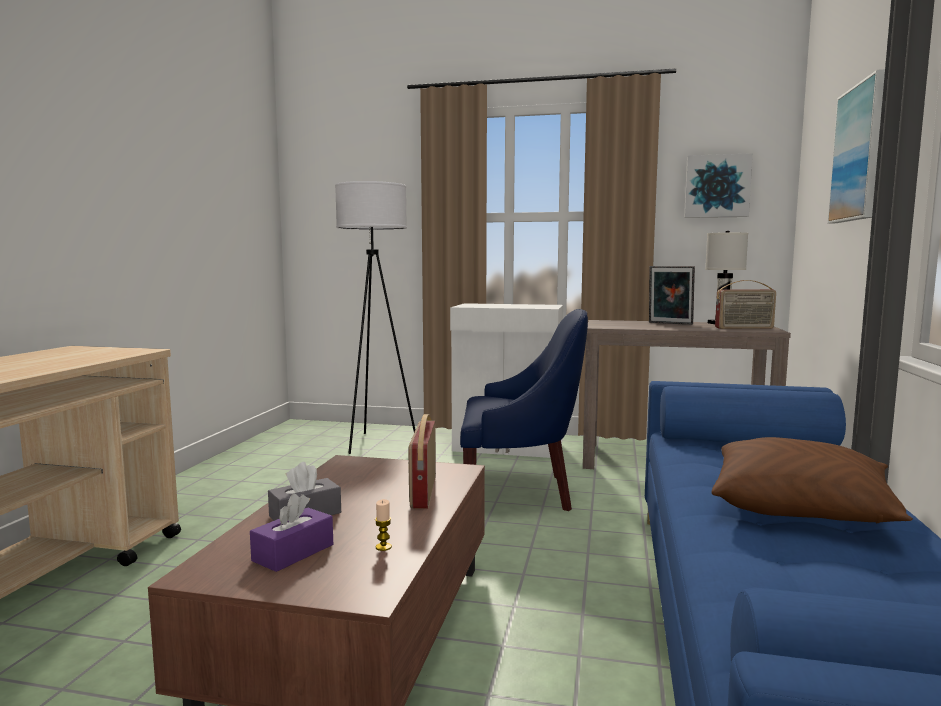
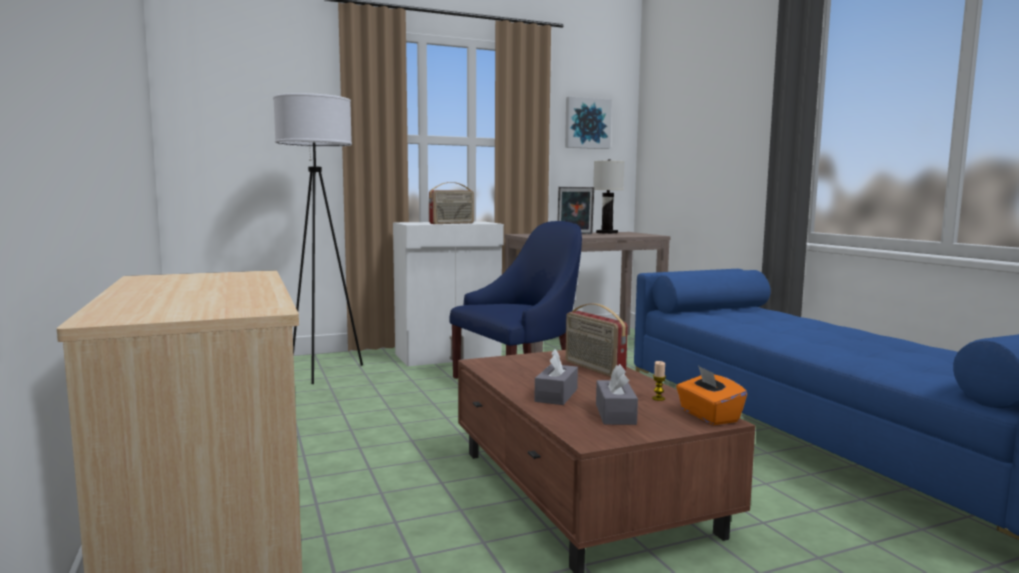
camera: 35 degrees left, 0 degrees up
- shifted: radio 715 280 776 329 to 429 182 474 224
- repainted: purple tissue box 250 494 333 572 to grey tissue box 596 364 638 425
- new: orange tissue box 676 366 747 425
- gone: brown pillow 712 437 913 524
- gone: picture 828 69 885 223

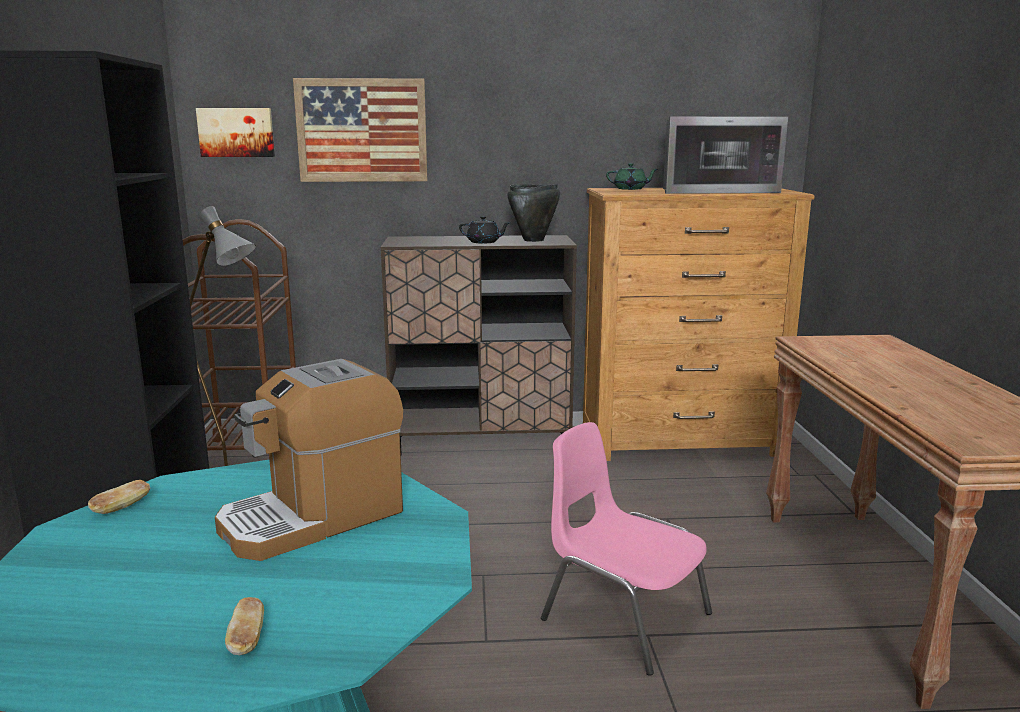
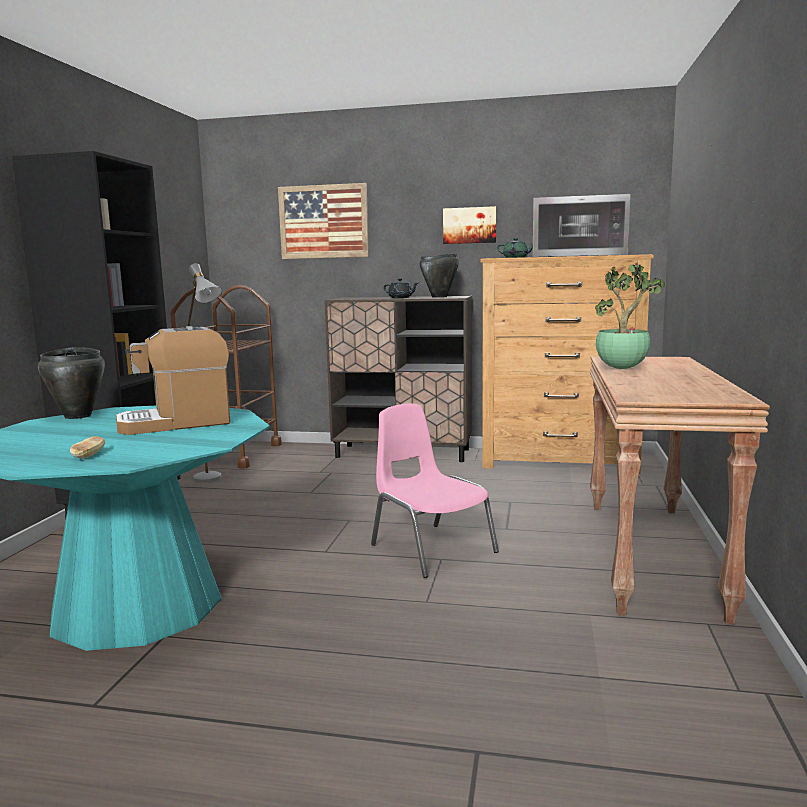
camera: 15 degrees right, 5 degrees down
- swapped: bread 88 480 150 514 to black cooking pot 38 347 105 419
- shifted: picture 196 108 275 157 to 443 206 496 244
- new: potted plant 595 264 665 369

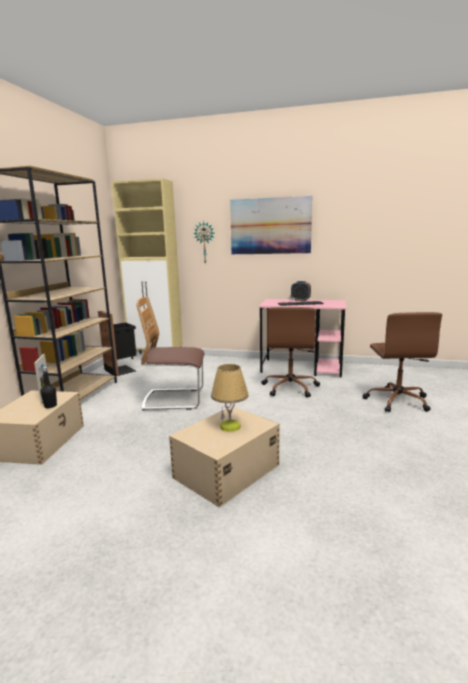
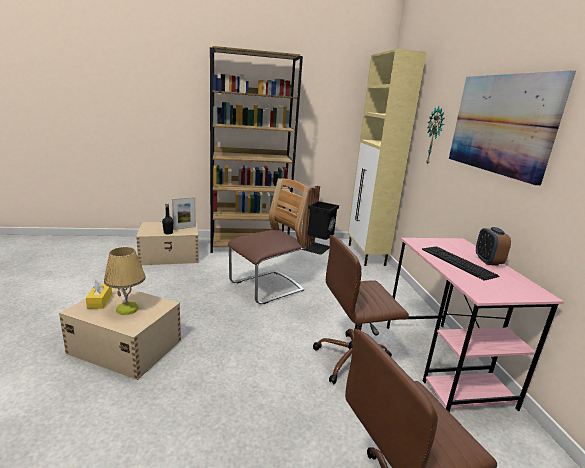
camera: 65 degrees right, 5 degrees up
- new: yellow tissue box 86 280 112 309
- rotated: chair 136 297 204 411 = 228 178 309 304 75 degrees clockwise

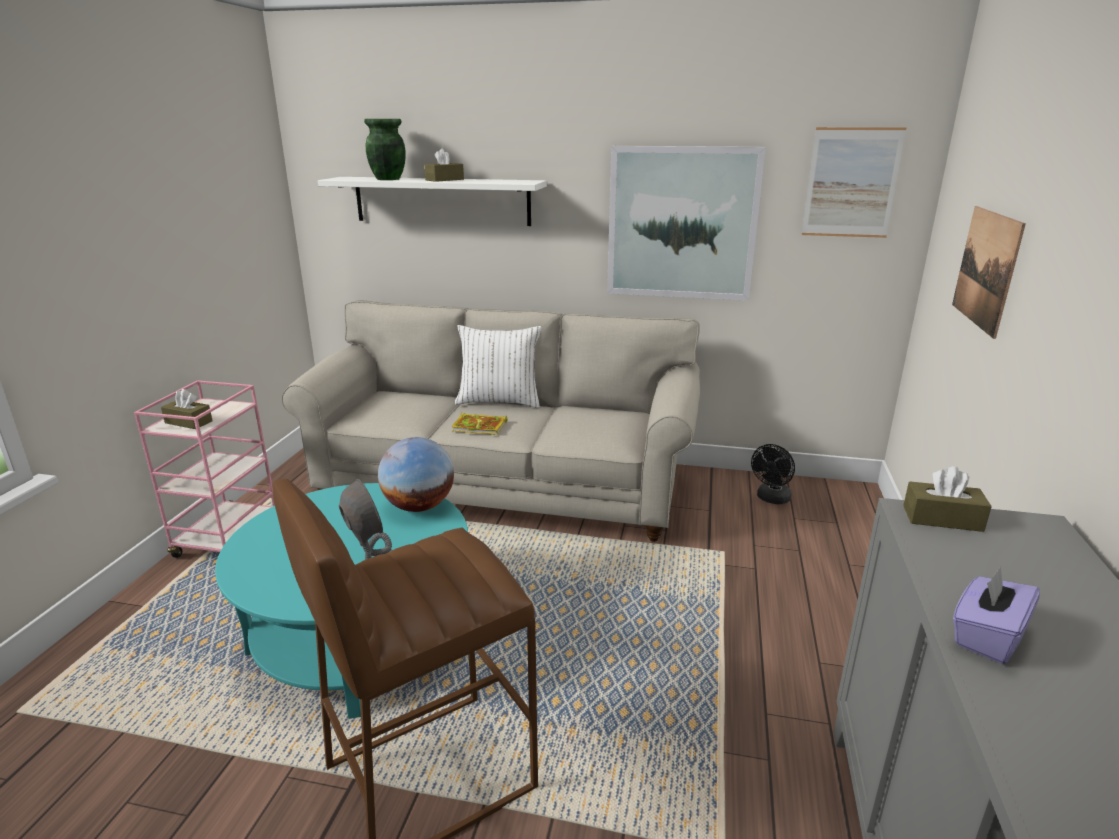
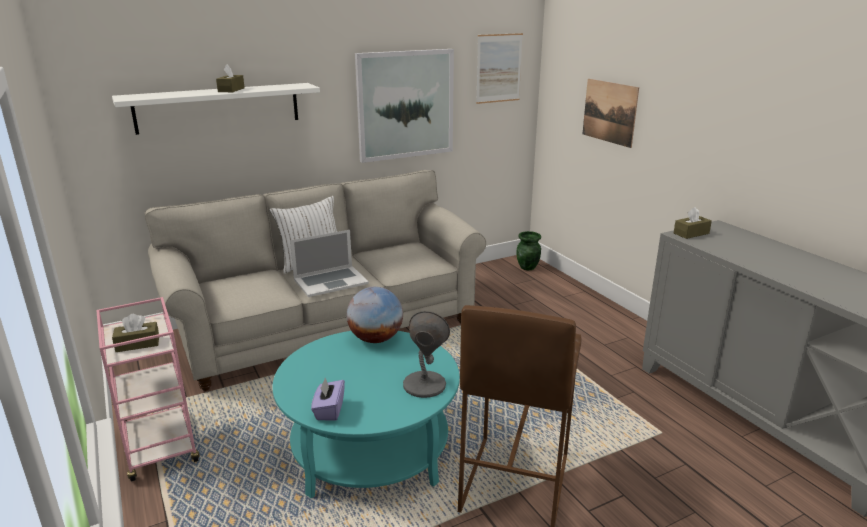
camera: 40 degrees left, 0 degrees up
- swapped: book 452 413 507 435 to laptop 290 230 369 297
- shifted: purple tissue box 953 566 1040 664 to 311 378 345 421
- shifted: green vase 364 119 406 180 to 516 231 541 270
- gone: black fan 751 444 795 504

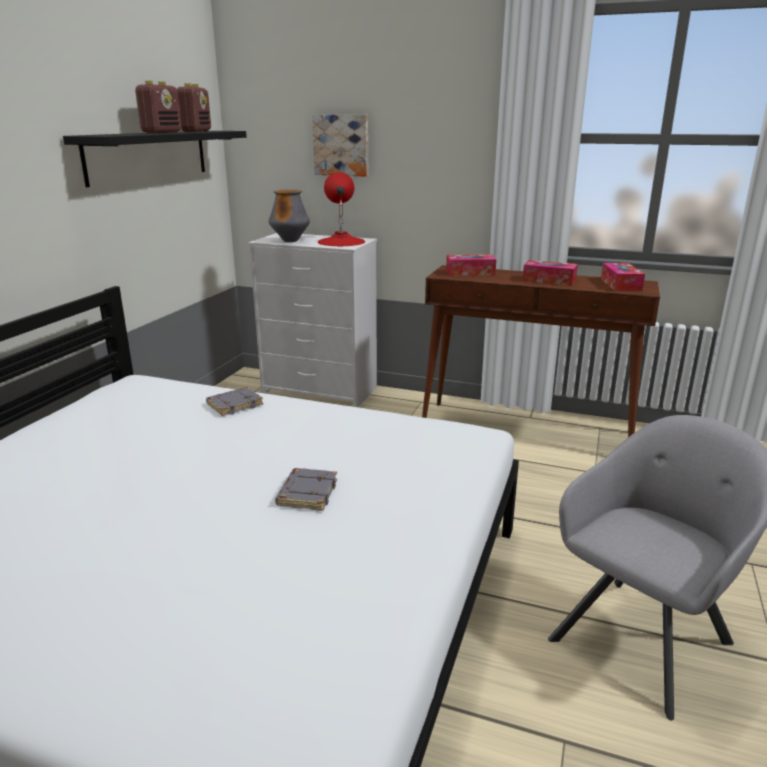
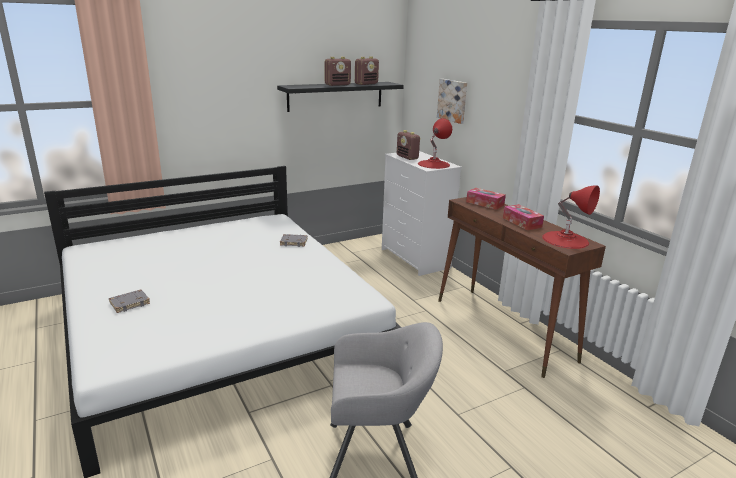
camera: 40 degrees right, 0 degrees up
- shifted: grey book 275 468 337 511 to 109 290 150 313
- swapped: vase 268 189 310 242 to radio 397 130 421 160
- swapped: tissue box 601 263 645 291 to red table lamp 542 186 600 249

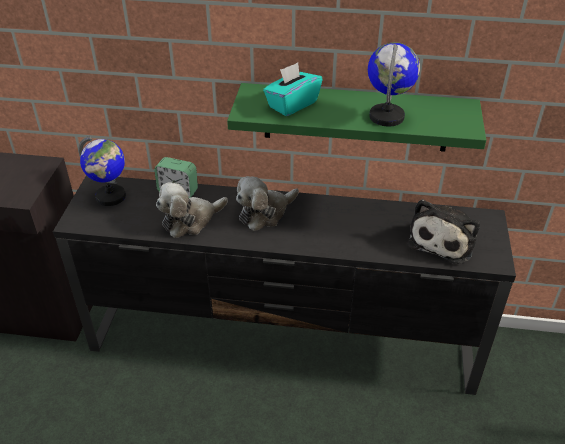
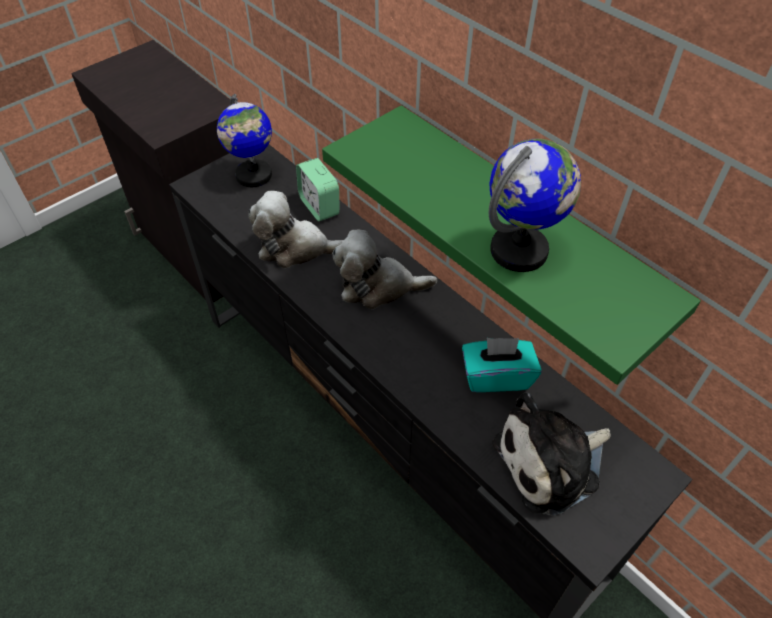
camera: 40 degrees right, 10 degrees up
- shifted: turquoise tissue box 263 62 323 116 to 462 338 542 392

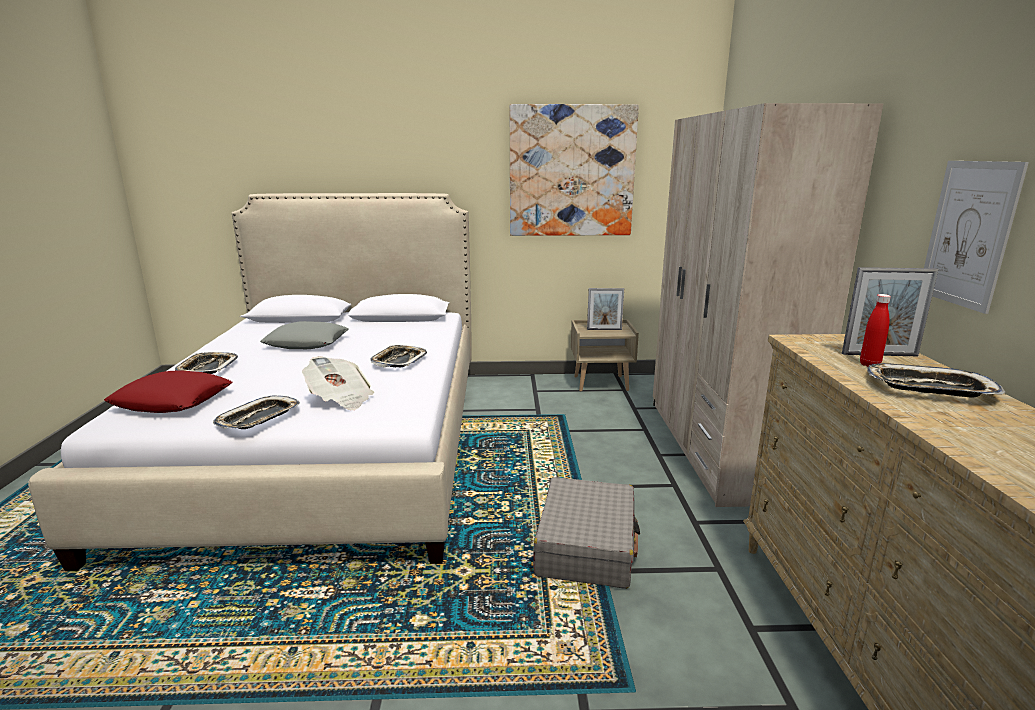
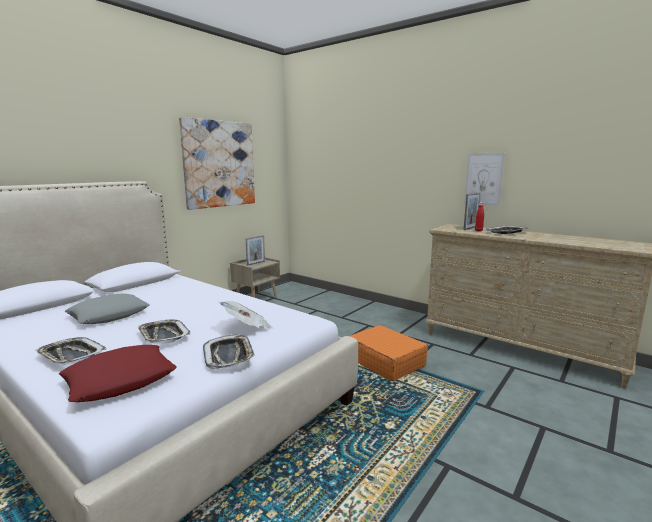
camera: 50 degrees left, 5 degrees down
- shifted: tray 370 345 427 368 to 137 320 191 344
- repainted: grey suitcase 533 477 640 589 to orange suitcase 350 325 428 381
- gone: beige wardrobe 653 103 883 507

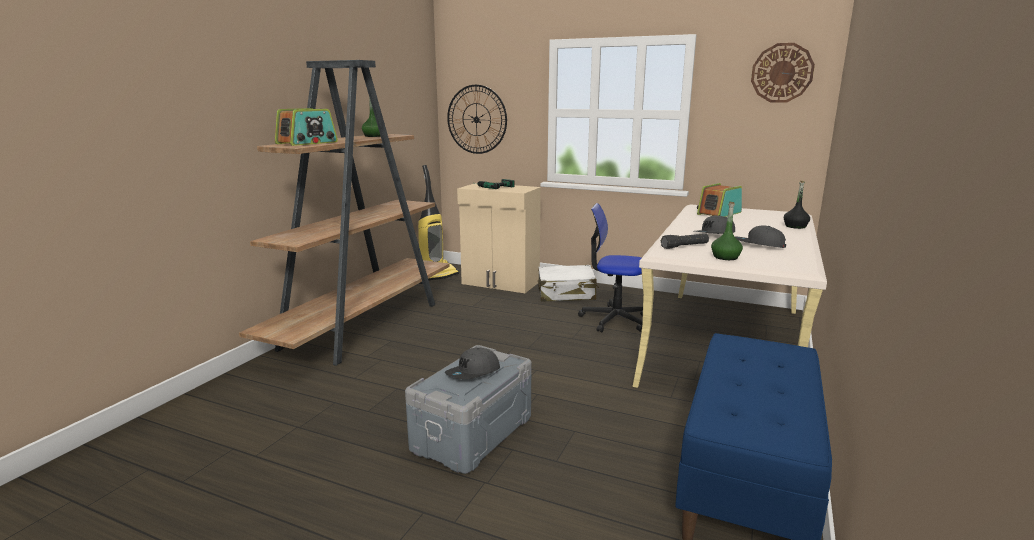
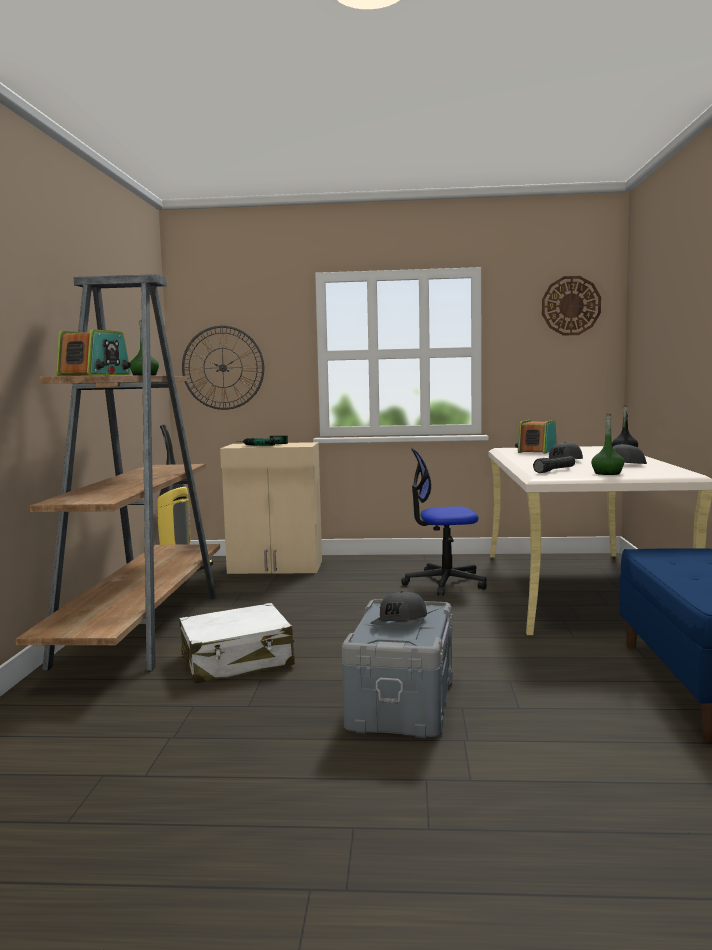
camera: 20 degrees left, 10 degrees down
- shifted: white suitcase 538 265 599 302 to 179 603 295 684

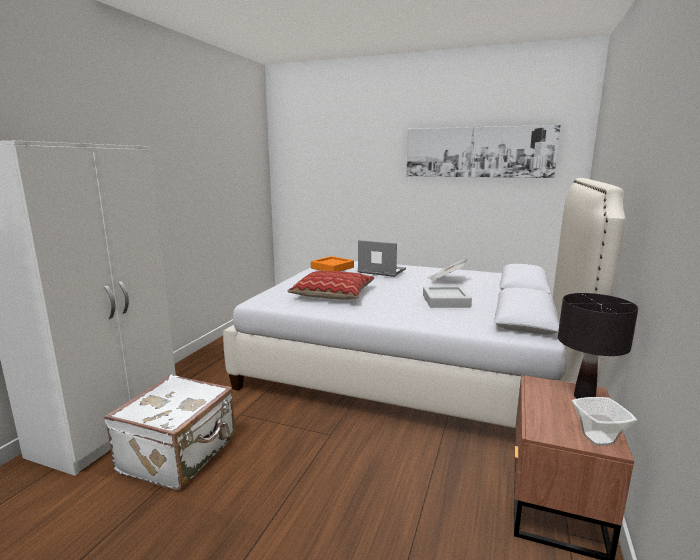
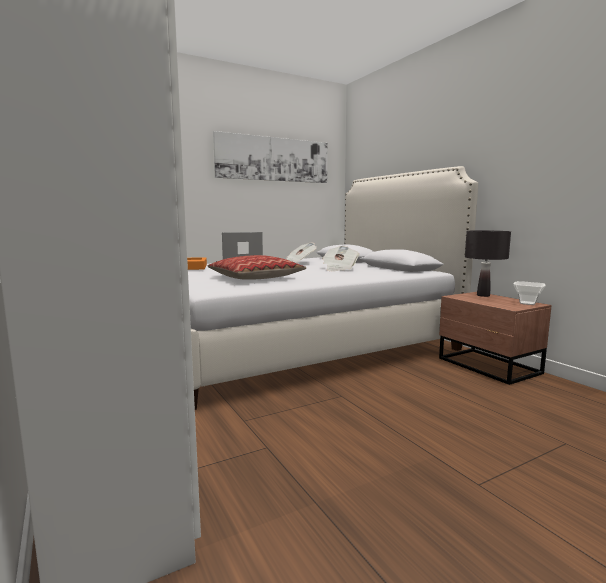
camera: 50 degrees left, 5 degrees down
- swapped: grey tray 423 286 472 308 to newspaper 322 246 360 272
- gone: white suitcase 104 375 235 491

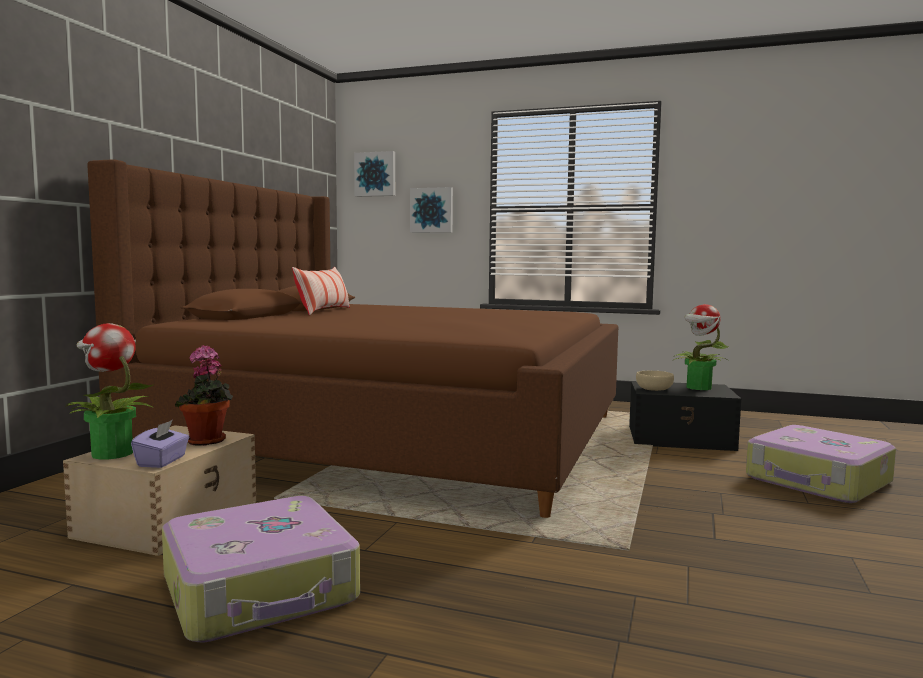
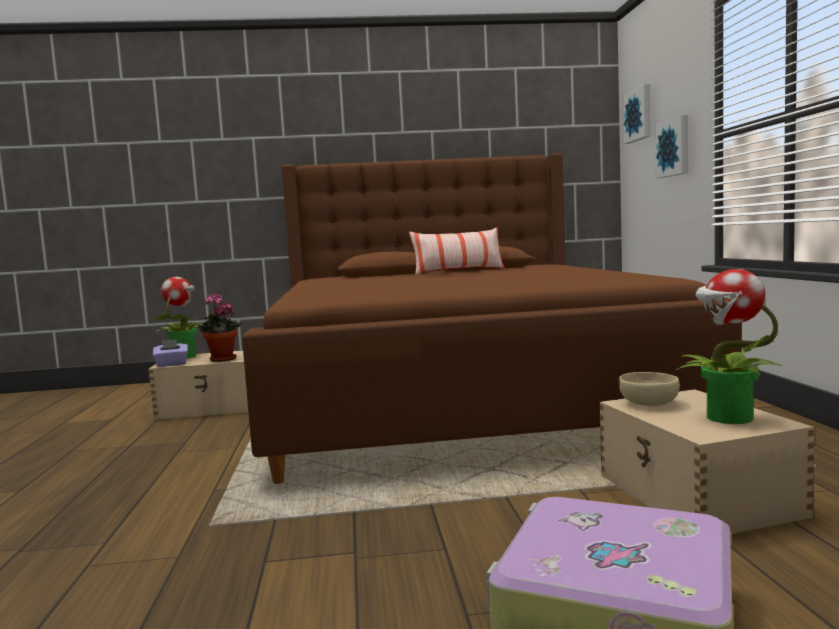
camera: 65 degrees right, 0 degrees up
- repainted: black storage box 629 381 741 451 to beige storage box 600 389 815 534
- gone: suitcase 162 496 360 643

